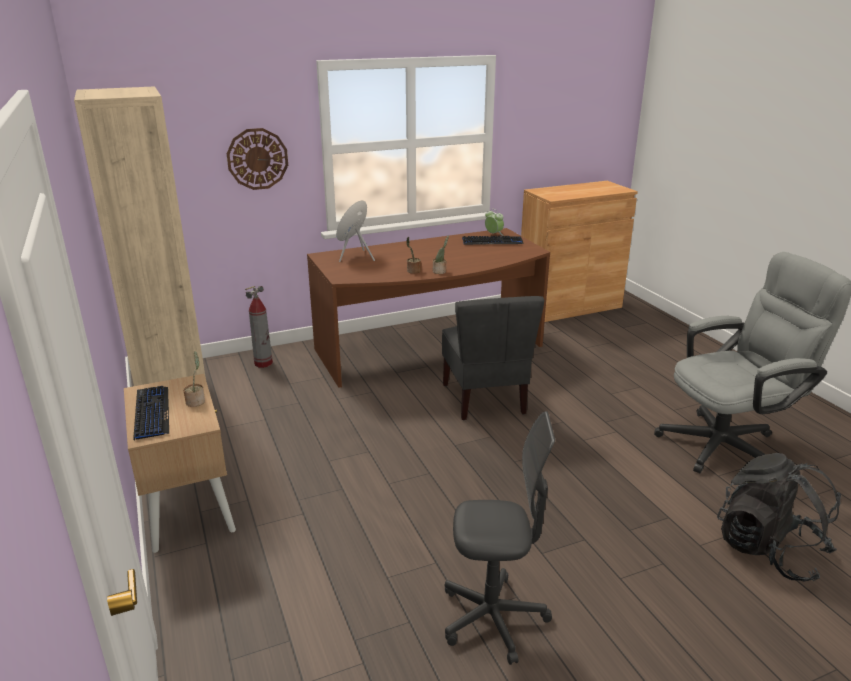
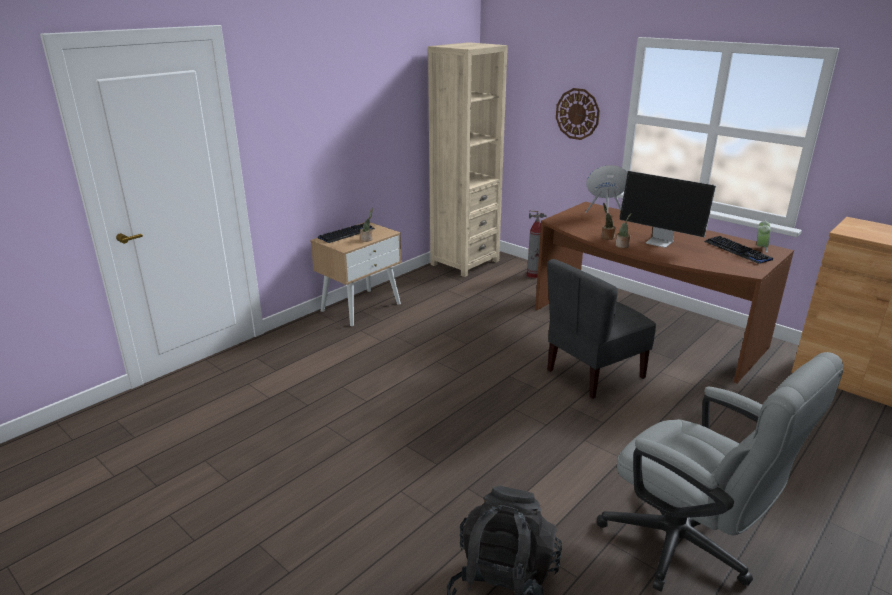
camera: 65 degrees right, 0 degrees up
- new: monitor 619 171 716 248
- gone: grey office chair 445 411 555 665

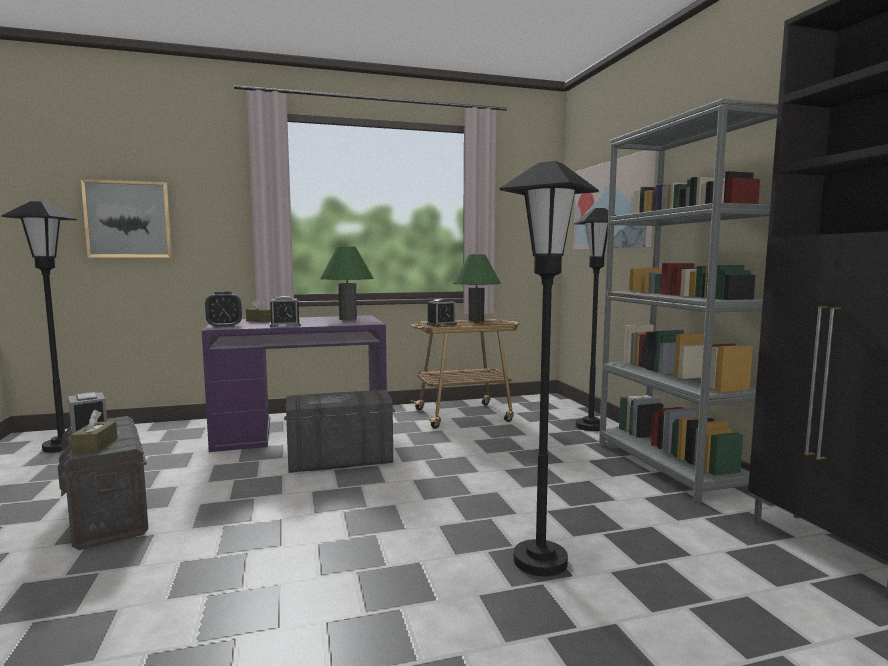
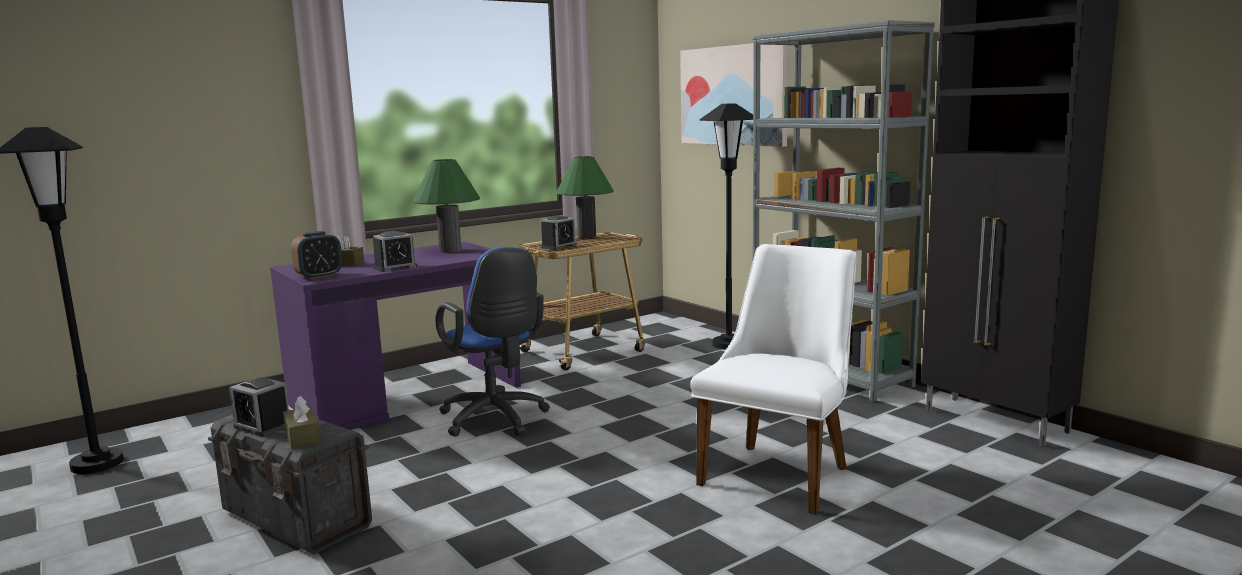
camera: 20 degrees left, 5 degrees up
- swapped: grey storage box 284 390 395 473 to blue office chair 436 247 550 437
- swapped: black floor lamp 499 161 599 576 to white chair 690 244 857 514
- gone: picture 81 179 172 258

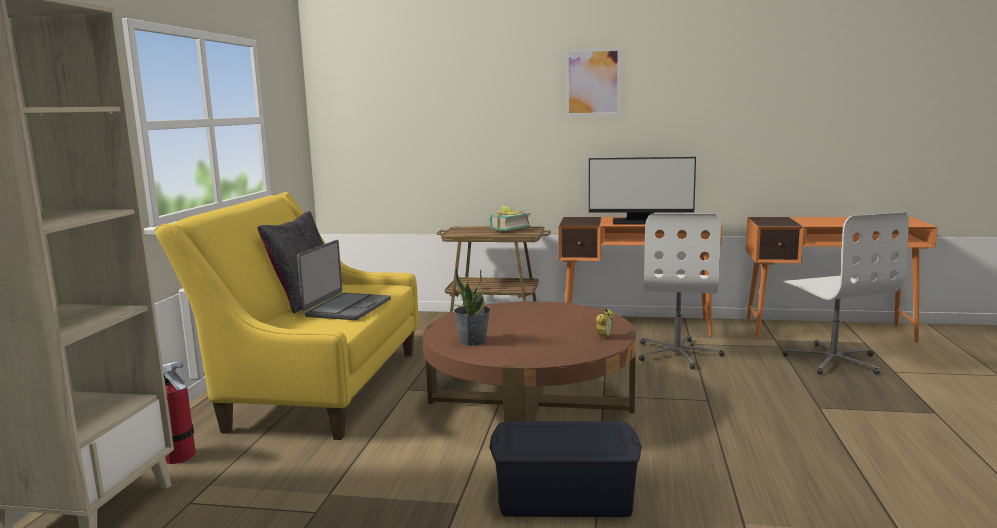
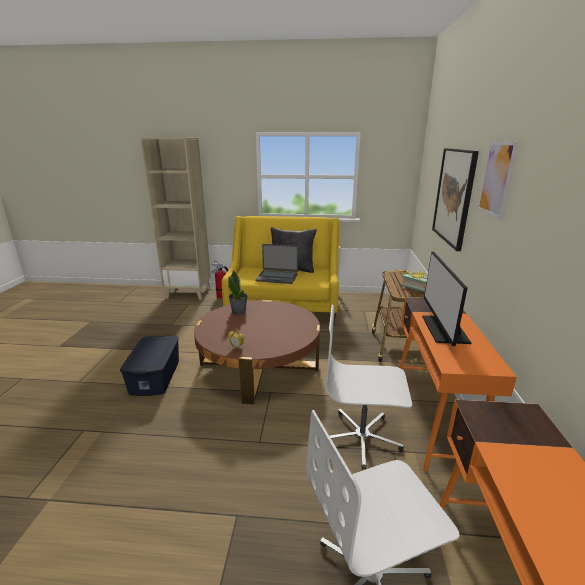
camera: 85 degrees right, 10 degrees up
- new: picture 432 148 479 251

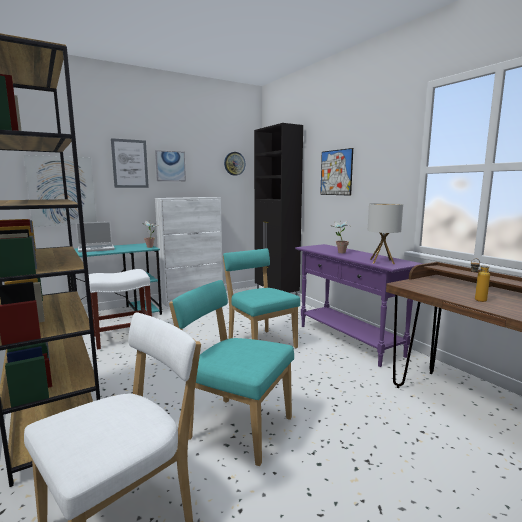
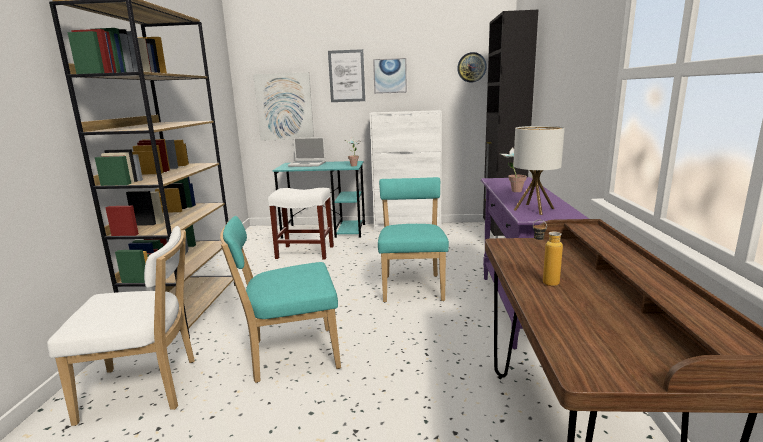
camera: 35 degrees right, 5 degrees up
- rotated: turquoise chair 169 280 294 466 = 220 216 341 383 75 degrees counterclockwise
- gone: picture 320 148 353 196

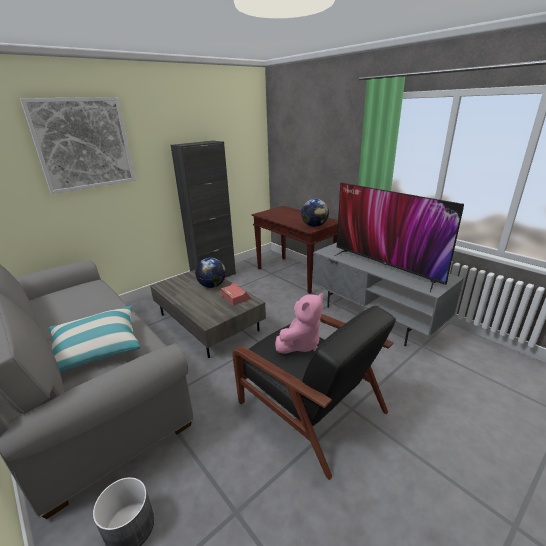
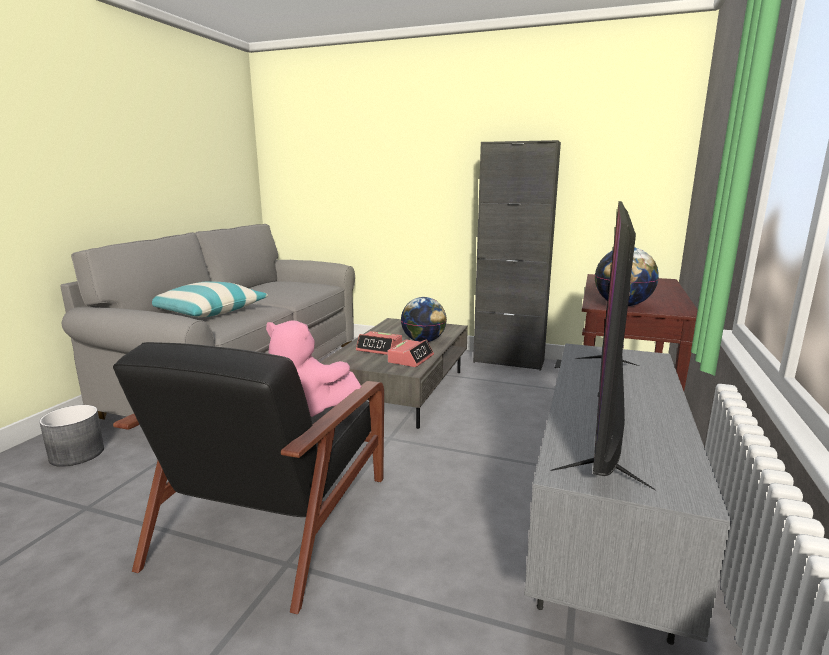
camera: 60 degrees right, 10 degrees down
- new: alarm clock 356 331 402 355
- gone: picture 20 97 135 194

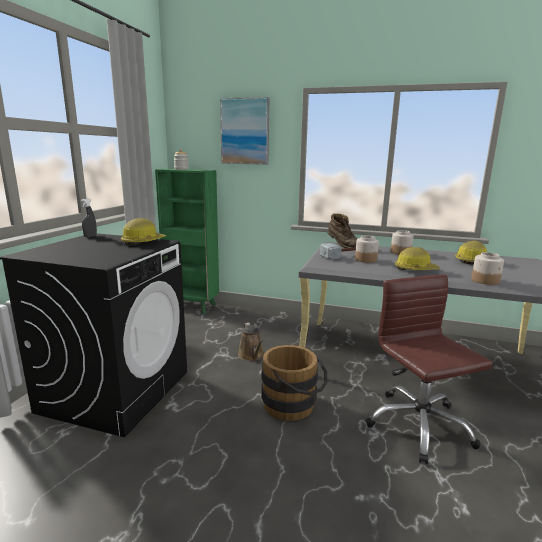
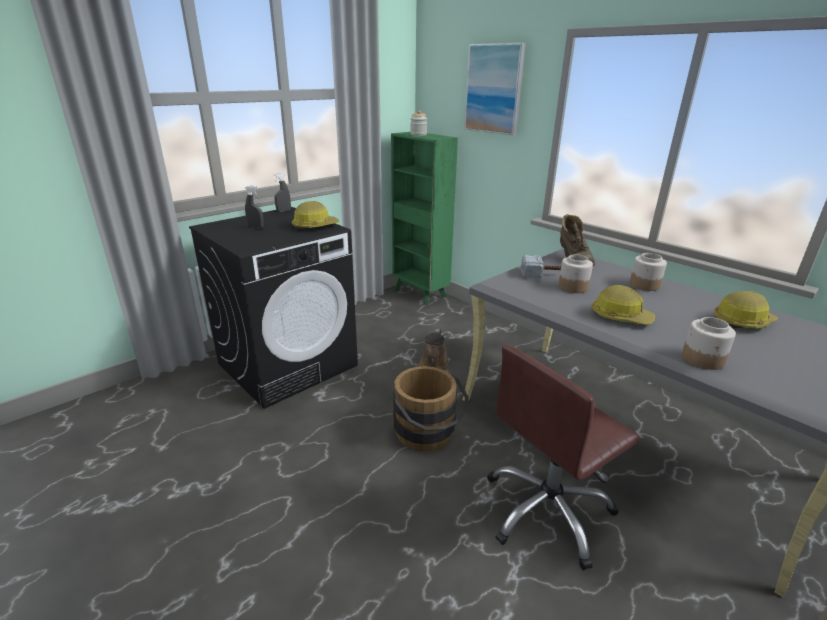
camera: 30 degrees right, 10 degrees up
- new: grey spray bottle 245 186 264 229
- rotated: brown office chair 366 275 493 464 = 487 344 640 570 135 degrees counterclockwise

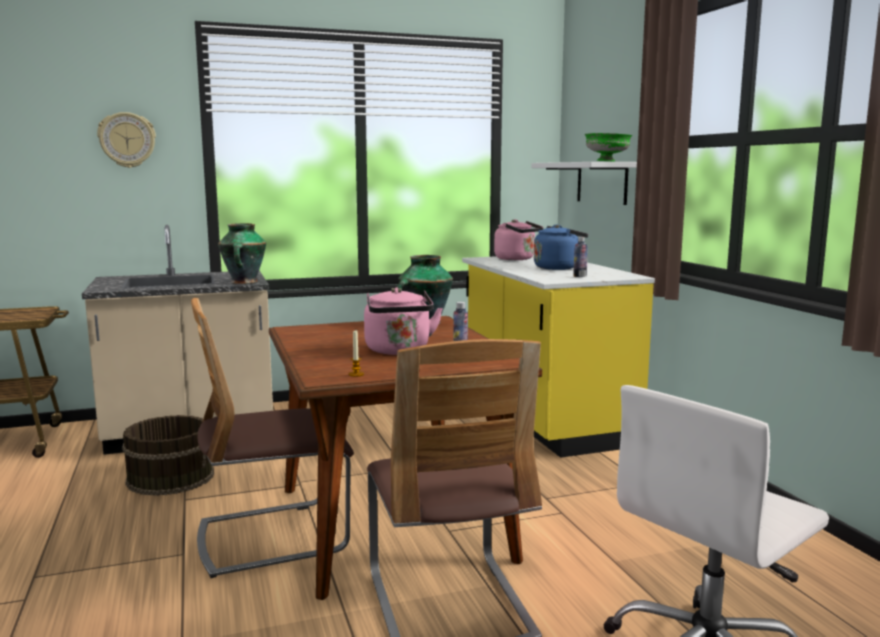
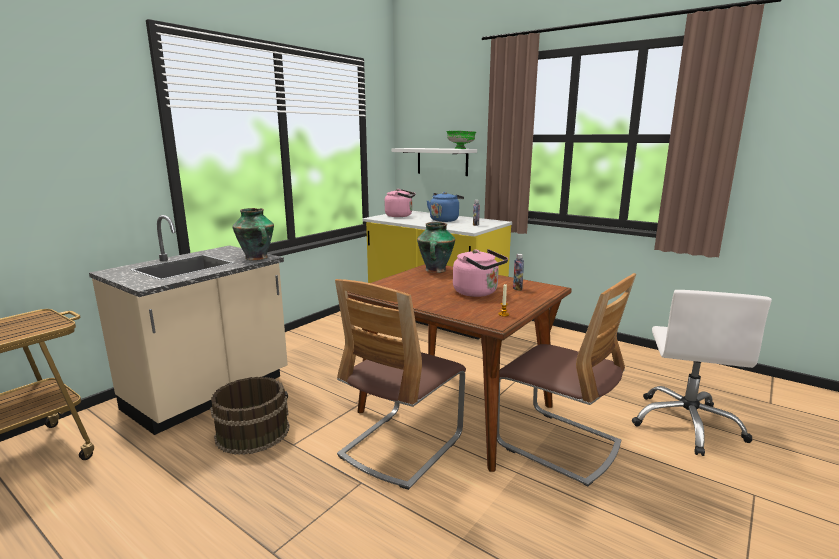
camera: 35 degrees left, 5 degrees up
- gone: wall clock 97 112 156 168

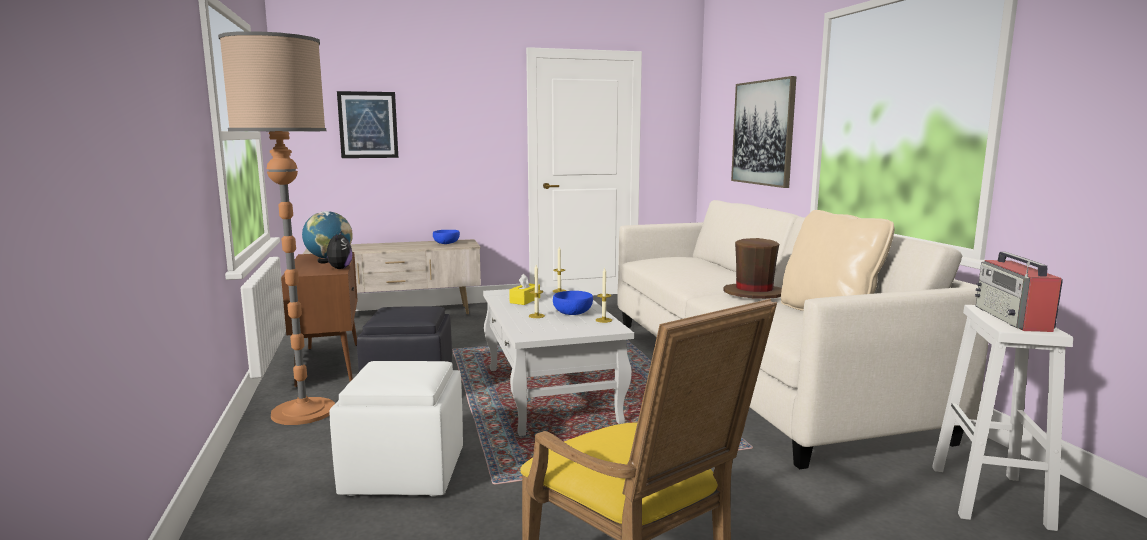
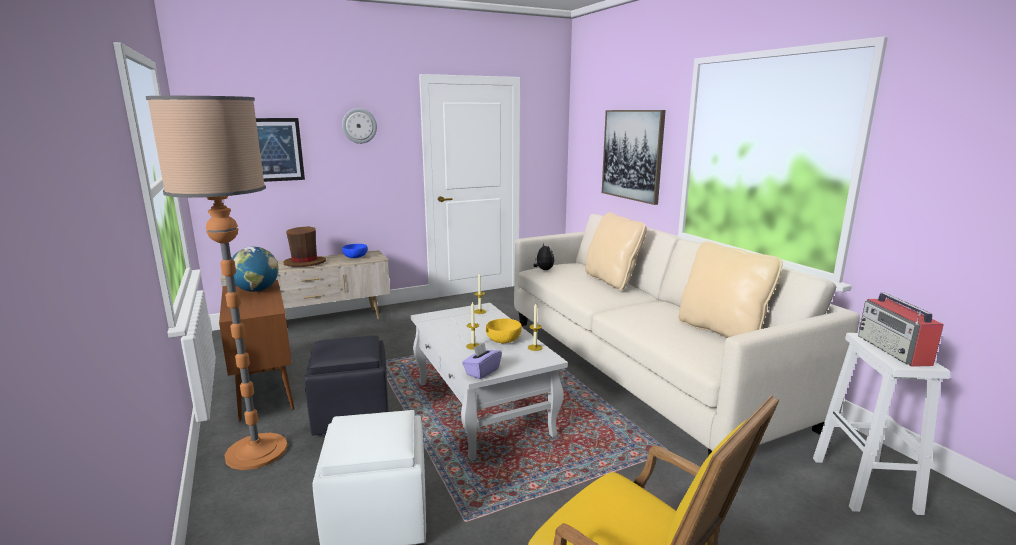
camera: 10 degrees left, 5 degrees up
- shifted: brown hat 723 238 782 299 to 283 226 326 267
- new: wall clock 342 108 377 144
- new: purple tissue box 462 342 502 379
- repainted: blue bowl 553 291 593 315 to yellow bowl 486 318 522 344
- shifted: plush toy 317 231 353 269 to 534 243 554 270
- new: beige pillow 585 212 647 290
- gone: yellow tissue box 509 274 540 305

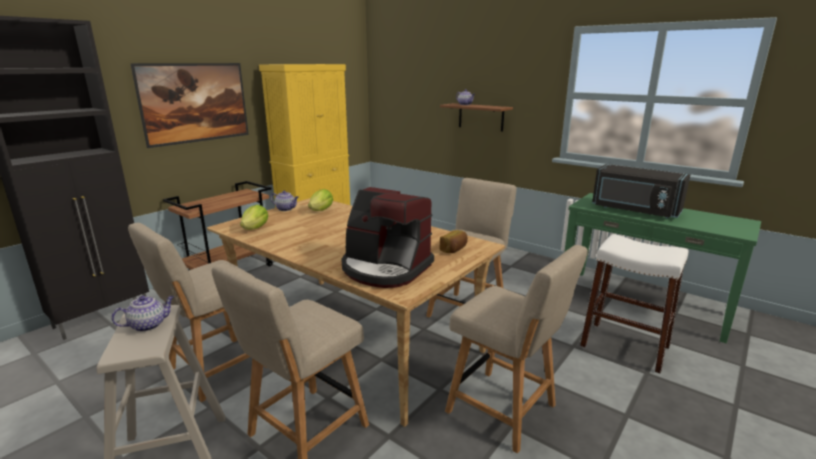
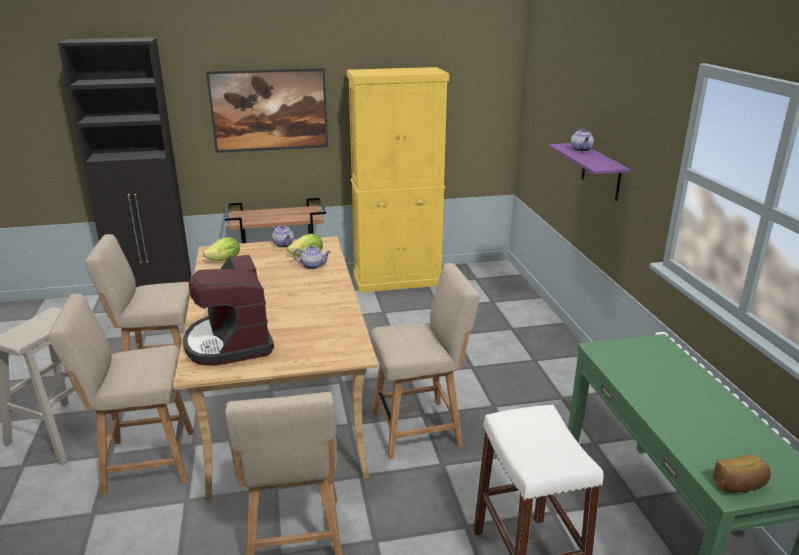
camera: 40 degrees right, 5 degrees up
- shifted: teapot 111 296 174 332 to 293 245 331 269
- repainted: brown shelf 440 103 513 131 to purple shelf 549 143 630 201
- shifted: bread 440 230 468 253 to 713 454 771 493
- gone: black microwave 592 164 690 219

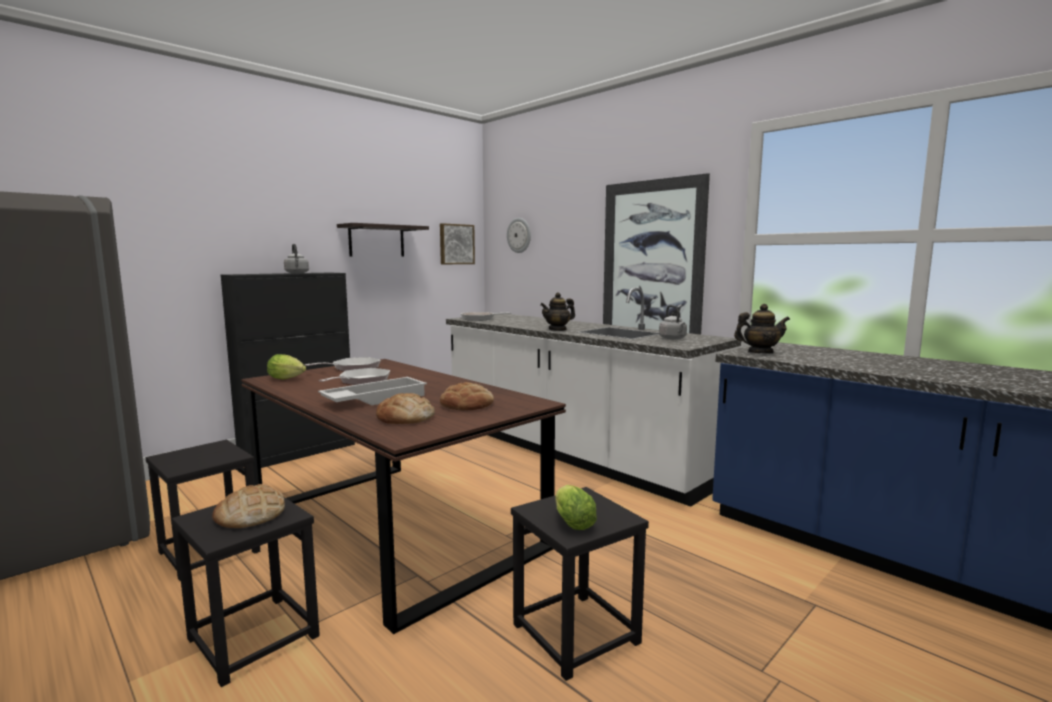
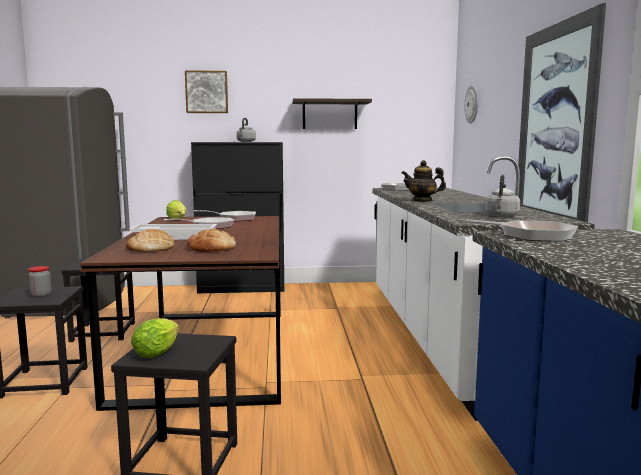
camera: 40 degrees right, 0 degrees up
- swapped: bread 212 484 285 528 to jar 28 266 52 298
- shifted: picture 440 223 475 264 to 185 70 228 113
- swapped: teapot 734 304 790 353 to frying pan 466 219 578 242

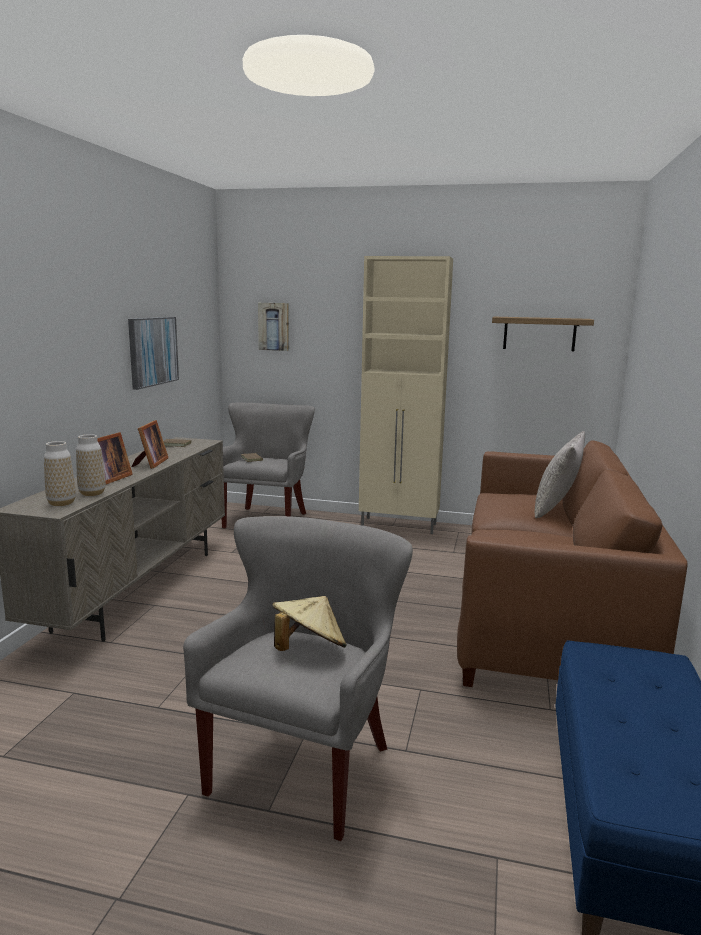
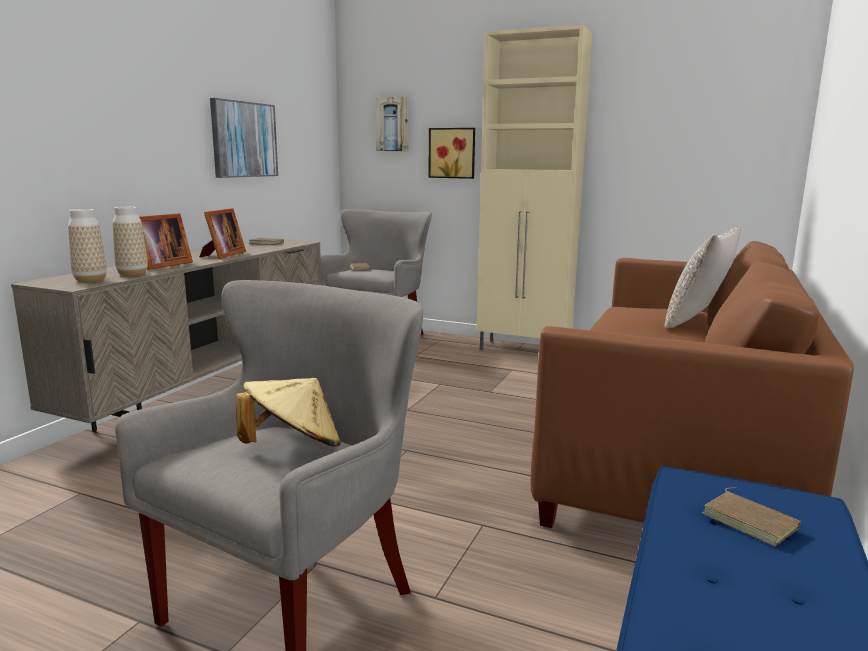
camera: 10 degrees right, 0 degrees up
- new: picture 428 128 475 179
- new: brown book 702 487 801 546
- gone: shelf 492 317 594 351

